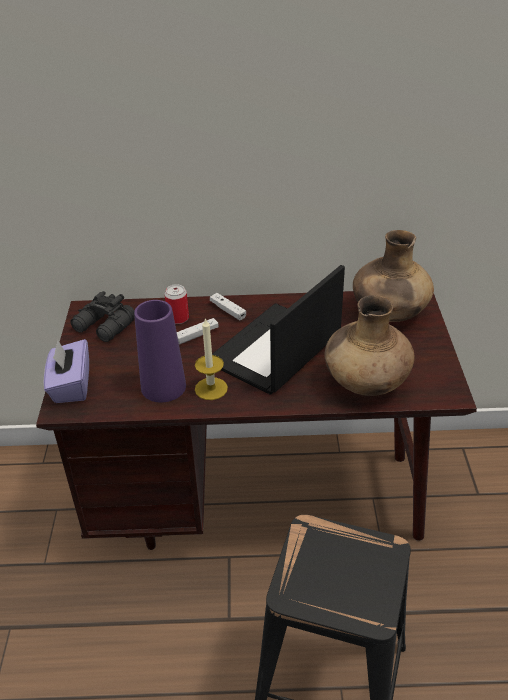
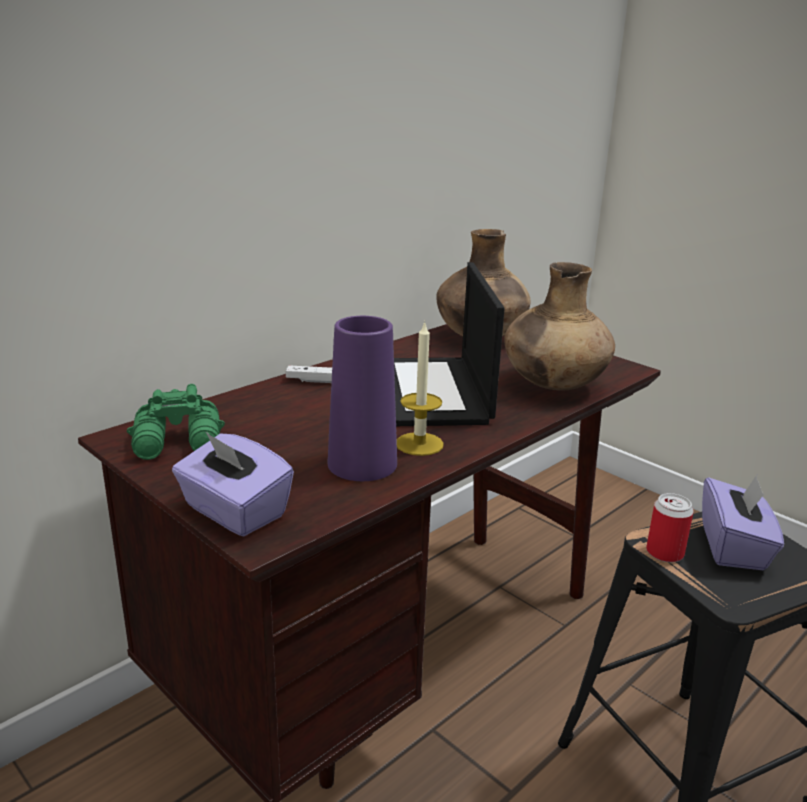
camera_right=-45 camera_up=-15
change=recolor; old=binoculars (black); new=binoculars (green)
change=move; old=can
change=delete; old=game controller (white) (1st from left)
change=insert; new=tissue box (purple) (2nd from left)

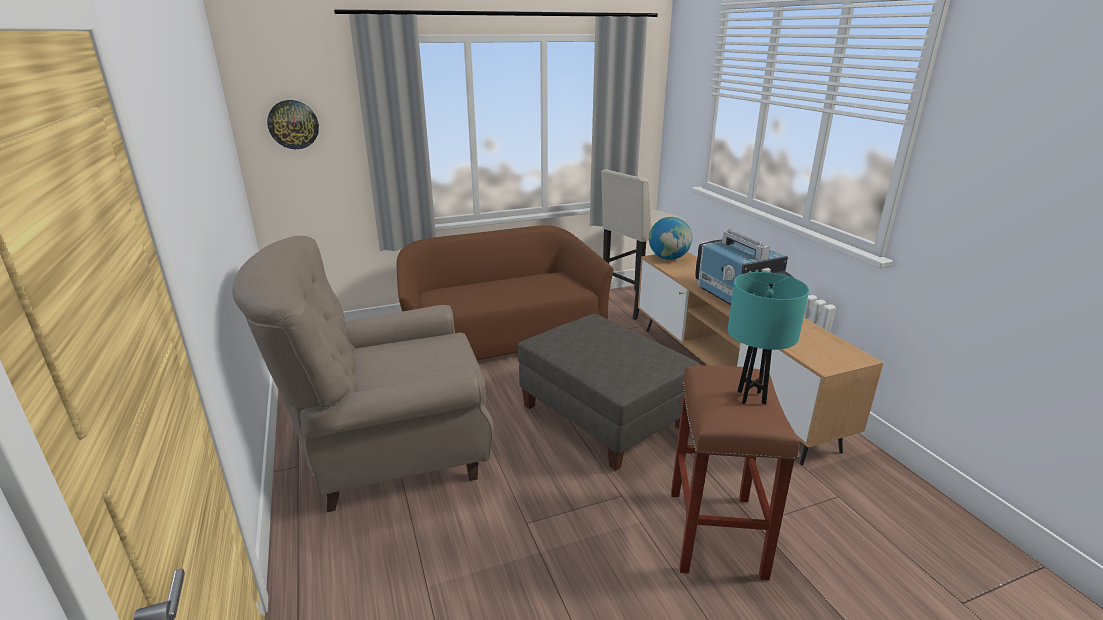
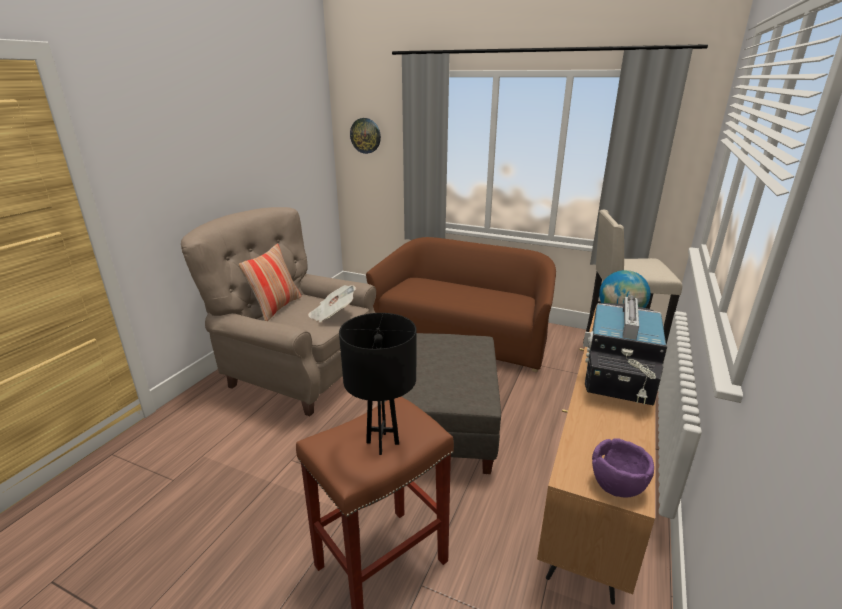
camera_right=45 camera_up=0
change=recolor; old=table lamp (turquoise); new=table lamp (black)
change=insert; new=pillow
change=insert; new=newspaper
change=insert; new=bowl (purple)

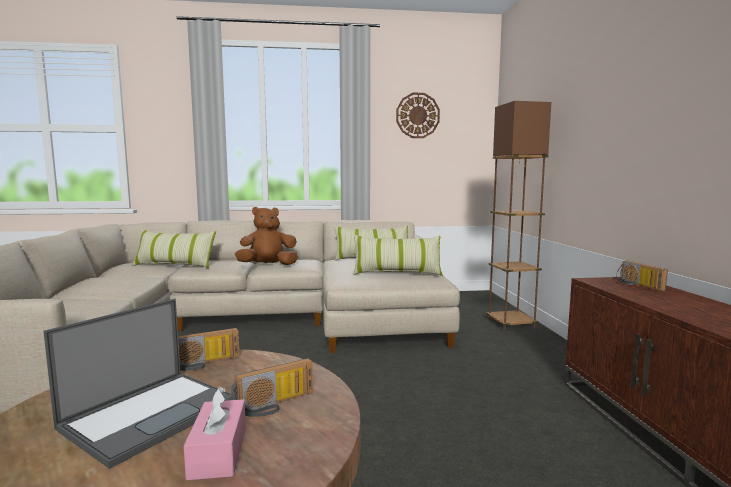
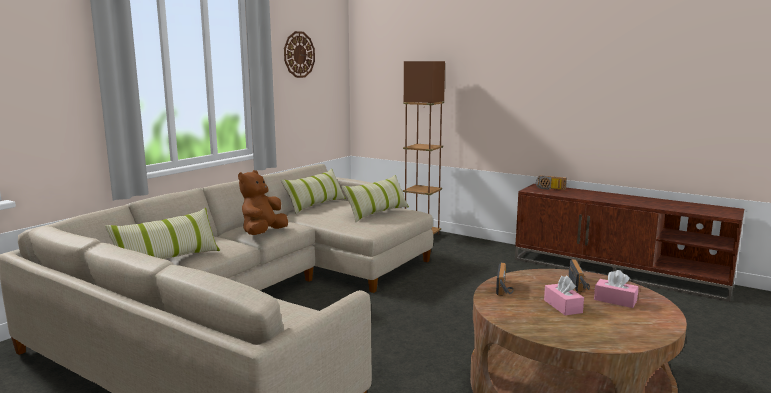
camera_right=-50 camera_up=5
change=replace; old=laptop; new=tissue box (pink) (1st from left)

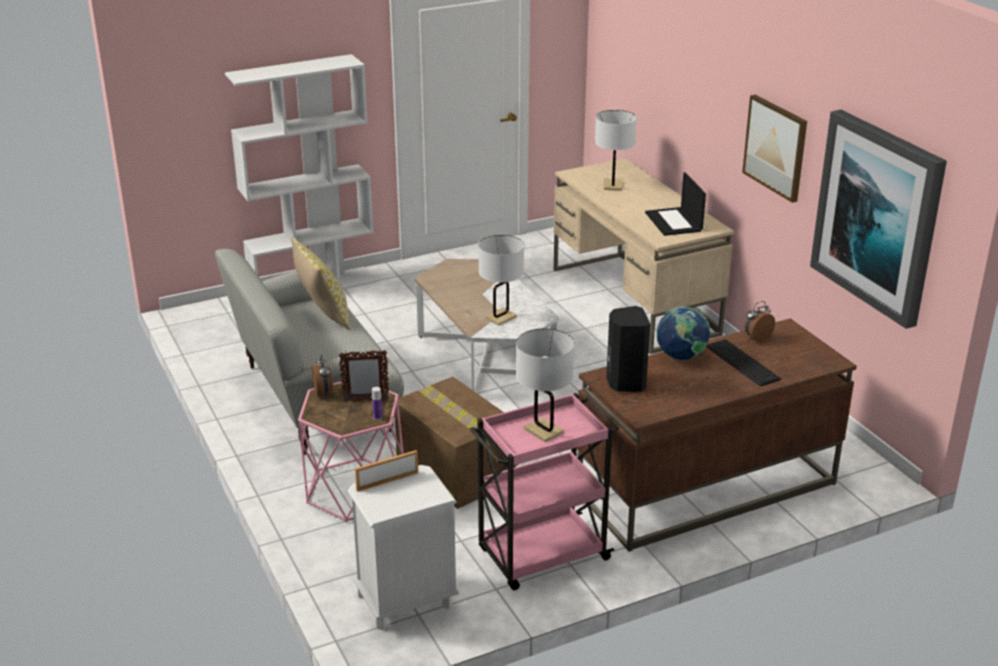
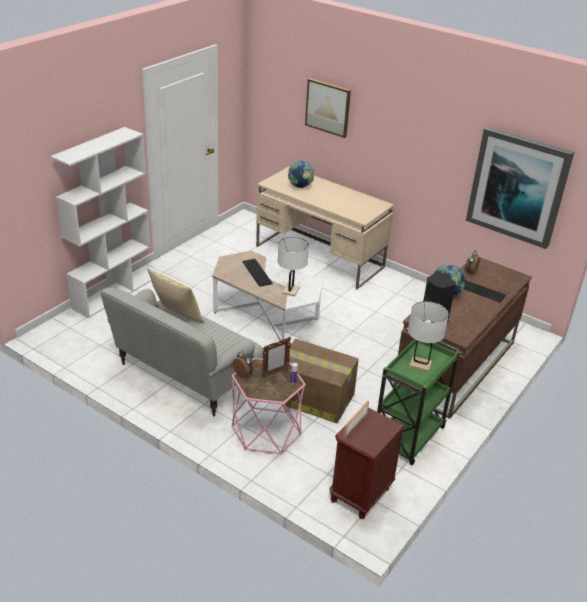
camera_right=-30 camera_up=5
change=recolor; old=nightstand (white); new=nightstand (brown)
change=recolor; old=cart (pink); new=cart (green)
change=replace; old=table lamp (white) (3rd from left); new=globe (1st from left)
change=delete; old=laptop
change=move; old=picture (1st from left)
change=insert; new=keyboard (1st from left)

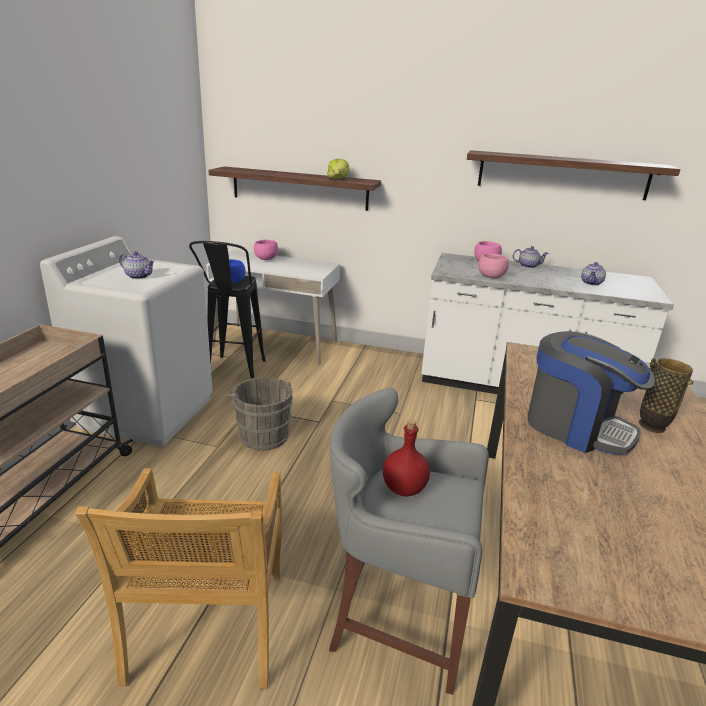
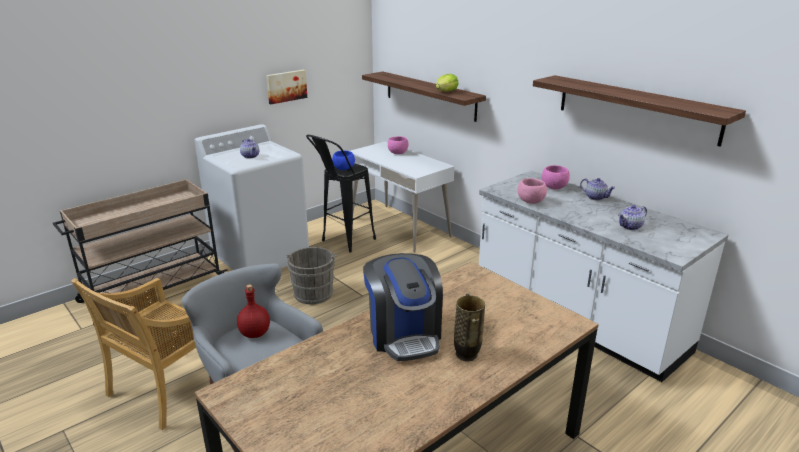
camera_right=35 camera_up=0
change=insert; new=picture

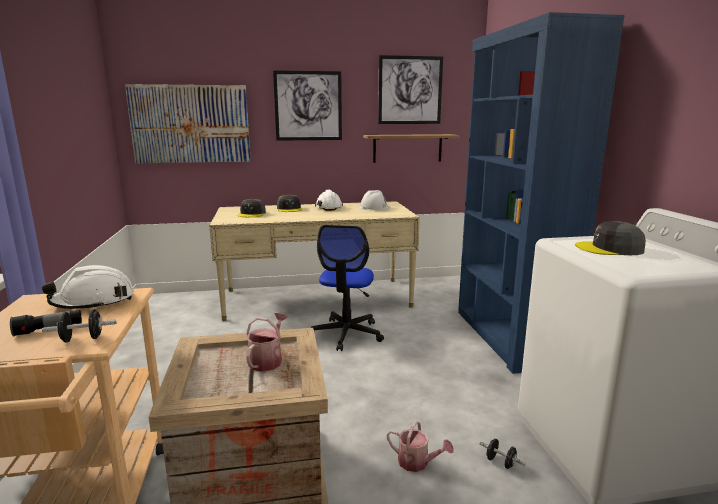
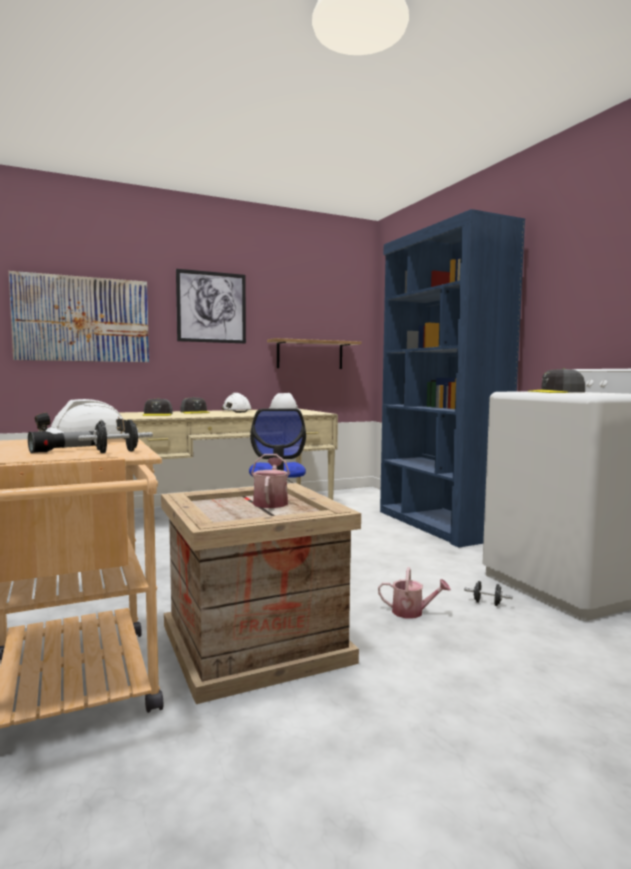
camera_right=-15 camera_up=-10
change=delete; old=picture (3rd from left)

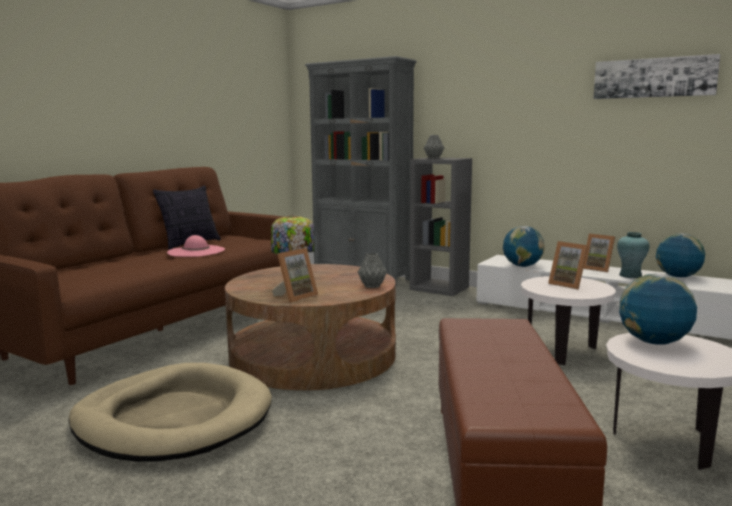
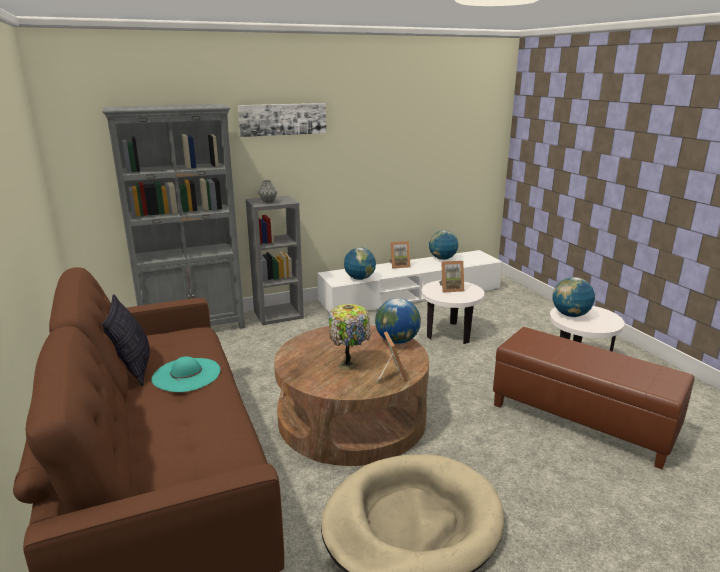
camera_right=-55 camera_up=10
change=recolor; old=hat (pink); new=hat (turquoise)
change=replace; old=vase (grey) (1st from left); new=globe (2nd from left)
change=move; old=picture
change=delete; old=vase (turquoise)

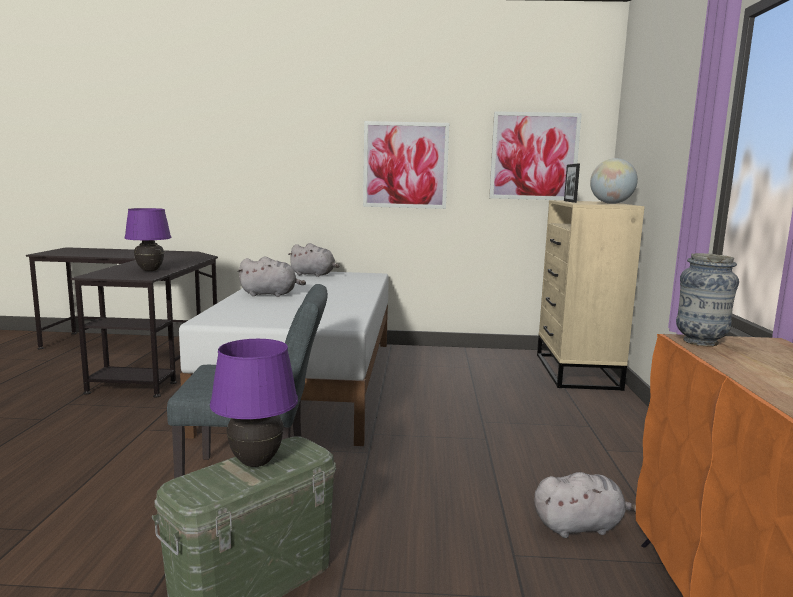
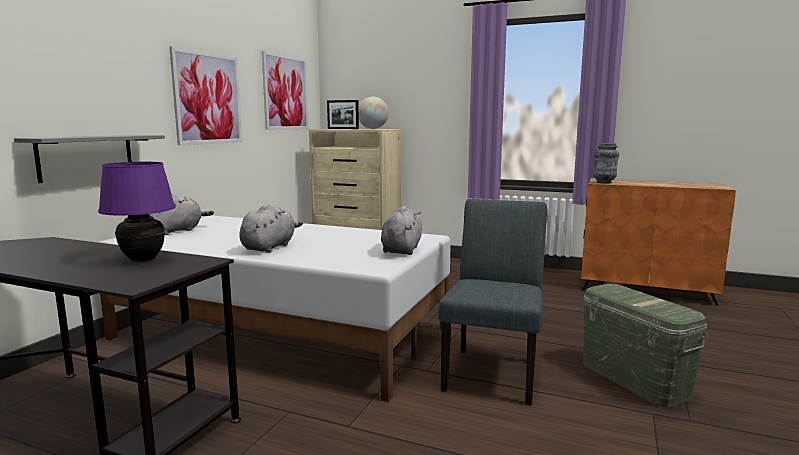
camera_right=-70 camera_up=0
change=delete; old=table lamp (purple) (2nd from left)
change=move; old=plush toy (grey) (3rd from left)
change=insert; new=shelf (grey)

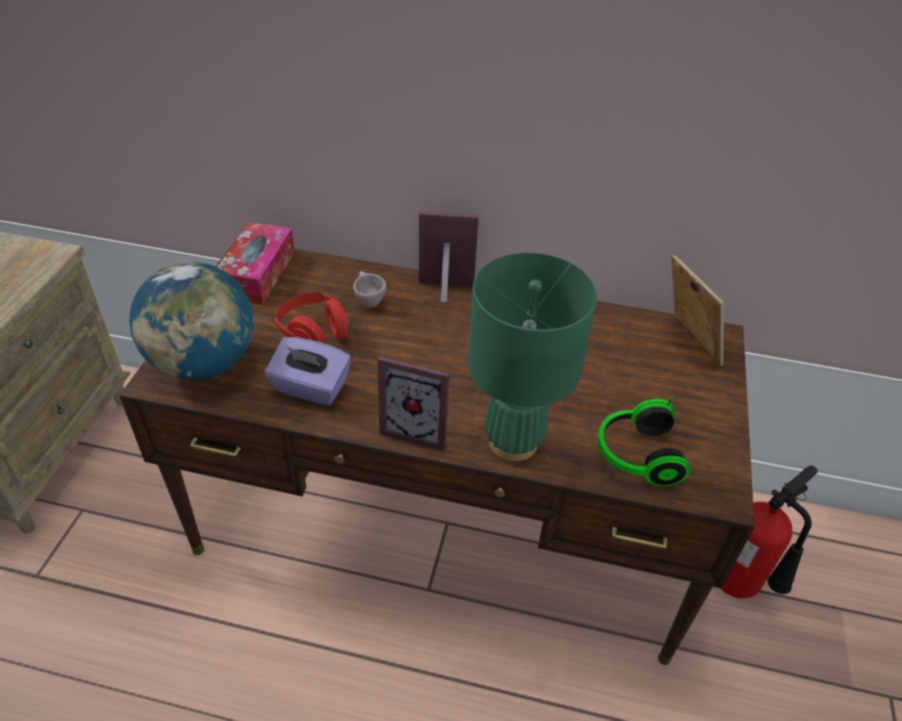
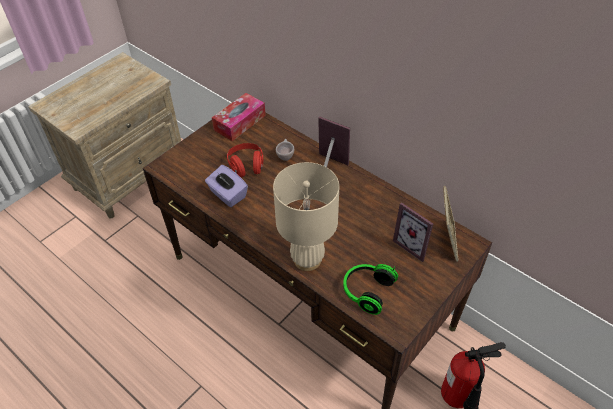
camera_right=30 camera_up=5
change=delete; old=globe
change=move; old=picture frame (1st from left in the first image); new=picture frame (2nd from left)
change=recolor; old=table lamp (green); new=table lamp (beige)

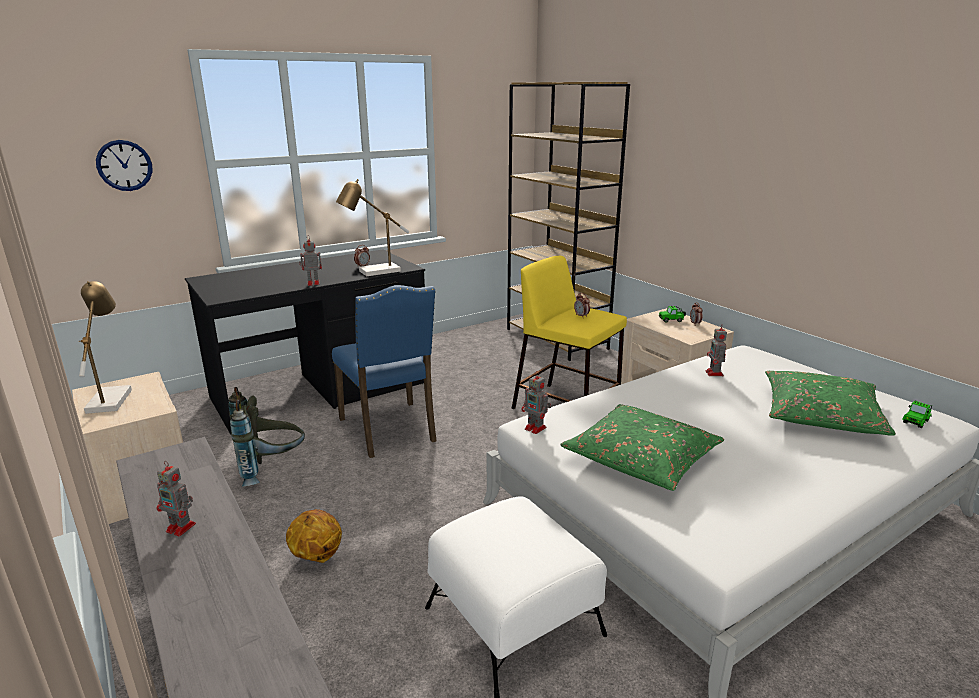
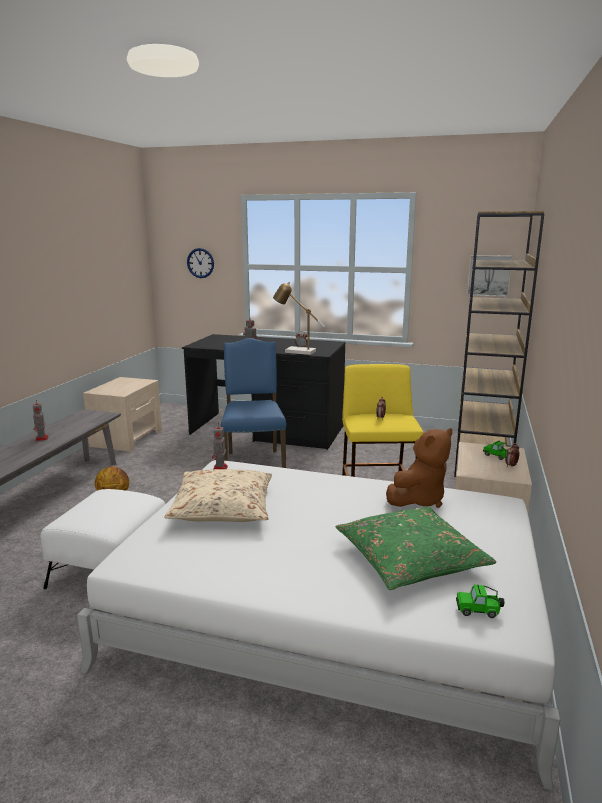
camera_right=50 camera_up=-5
change=delete; old=table lamp (1st from left)
change=delete; old=backpack (grey)
change=rotate; old=chair (blue); degrees=150
change=recolor; old=pillow (green) (1st from left); new=pillow (beige)
change=replace; old=toy robot (4th from left); new=plush toy (brown)
change=insert; new=picture

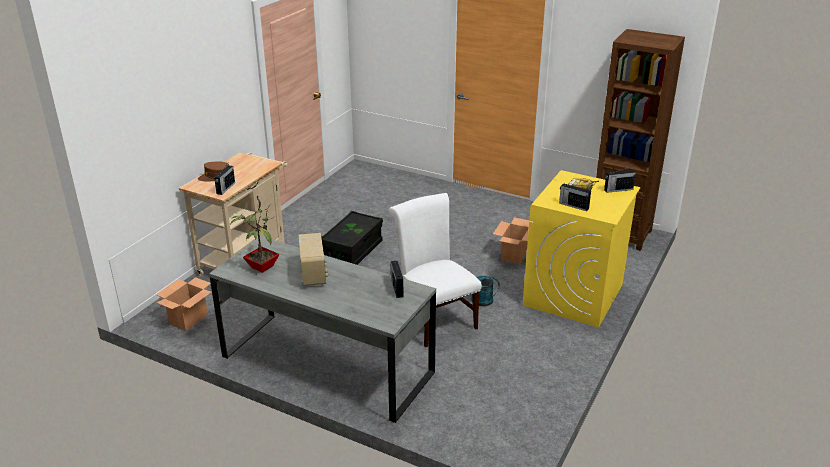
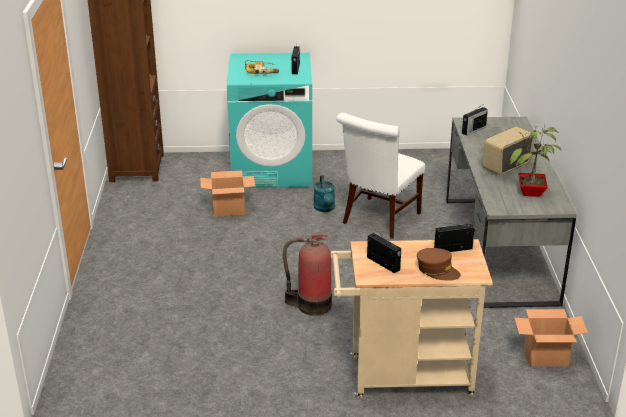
camera_right=-120 camera_up=0
change=replace; old=storage box (black); new=fire extinguisher
change=recolor; old=washing machine (yellow); new=washing machine (turquoise)
change=move; old=radio (5th from left in the first image); new=radio (2nd from left)

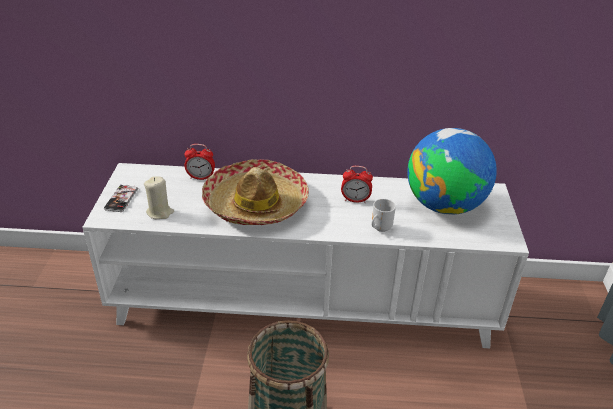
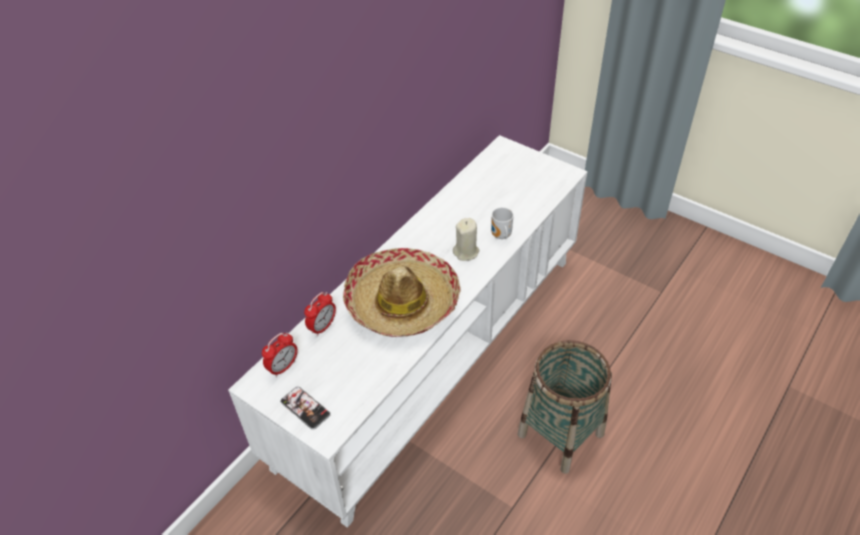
camera_right=-55 camera_up=10
change=move; old=candle (beige)
change=move; old=alarm clock (2nd from left in the first image); new=alarm clock (1st from left)
change=delete; old=globe

